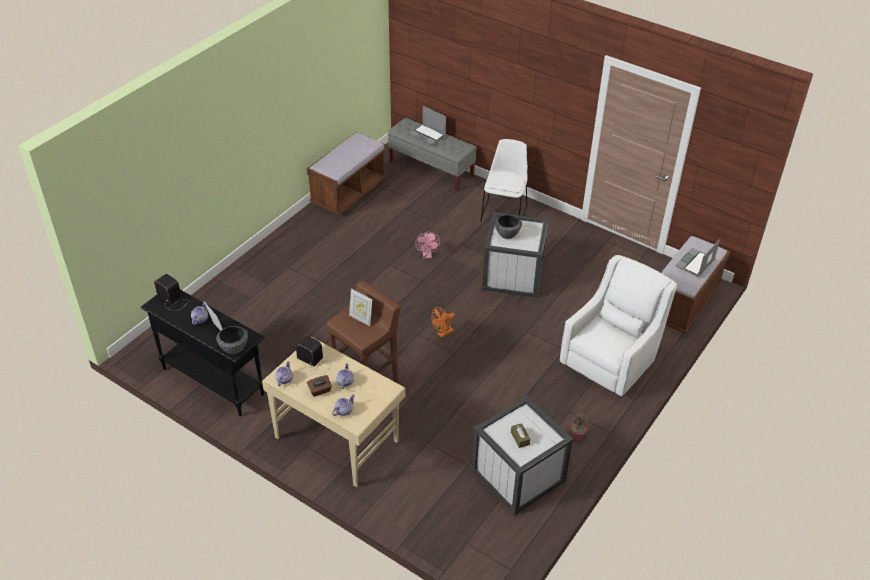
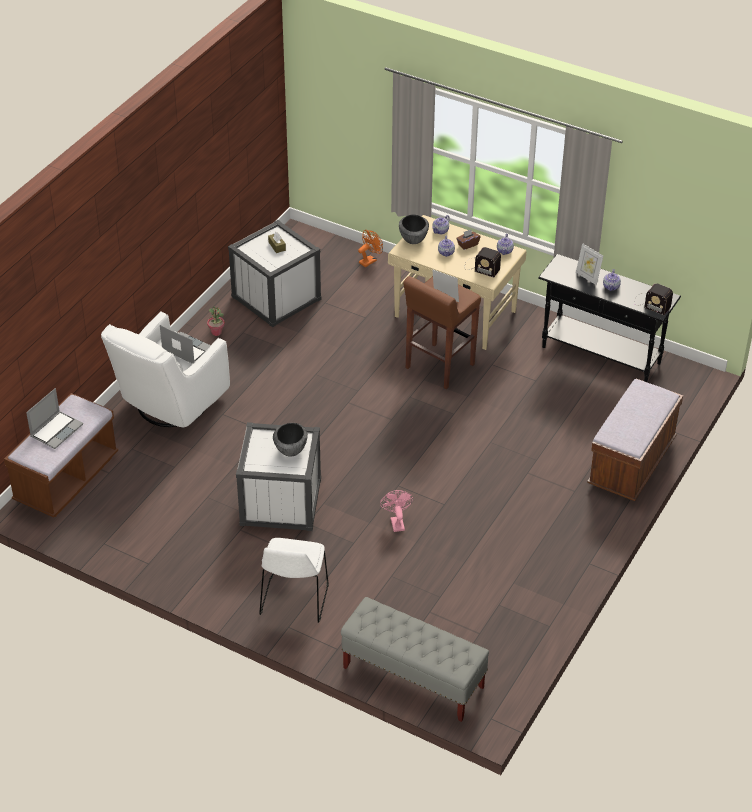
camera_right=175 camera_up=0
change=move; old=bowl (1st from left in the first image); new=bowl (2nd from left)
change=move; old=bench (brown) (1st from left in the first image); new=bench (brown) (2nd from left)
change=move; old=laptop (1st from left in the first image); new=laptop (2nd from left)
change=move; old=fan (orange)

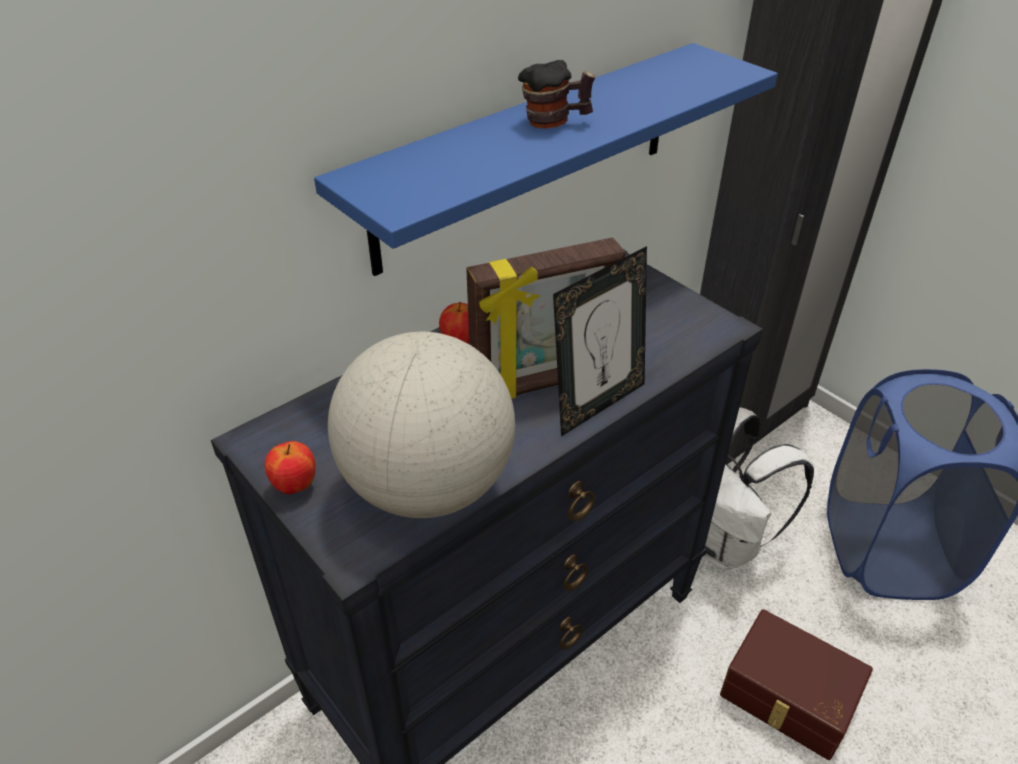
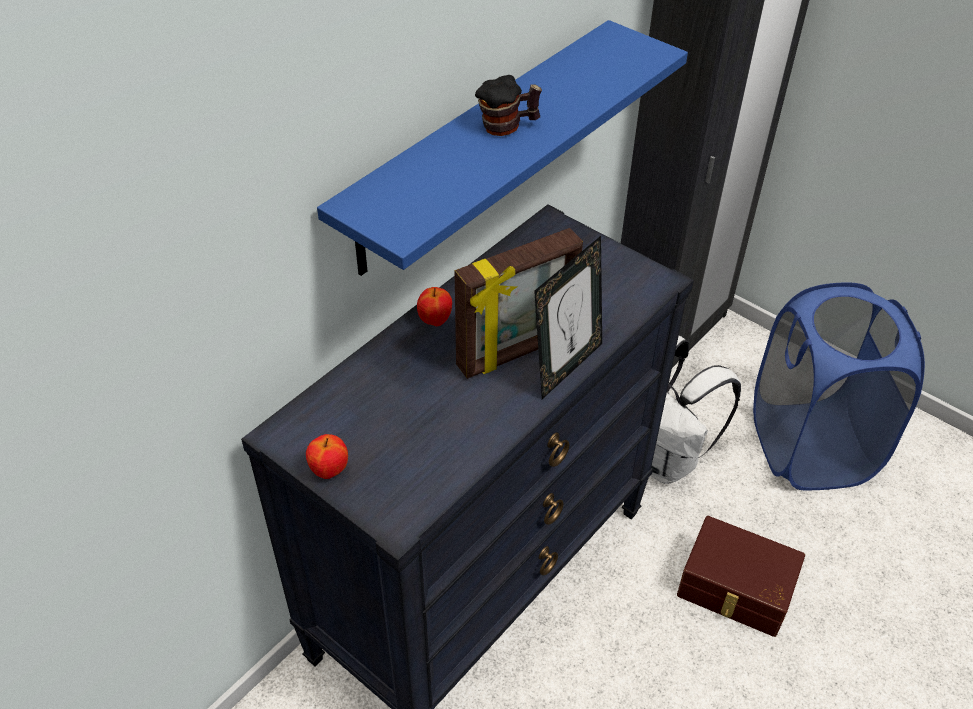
camera_right=-10 camera_up=5
change=delete; old=globe

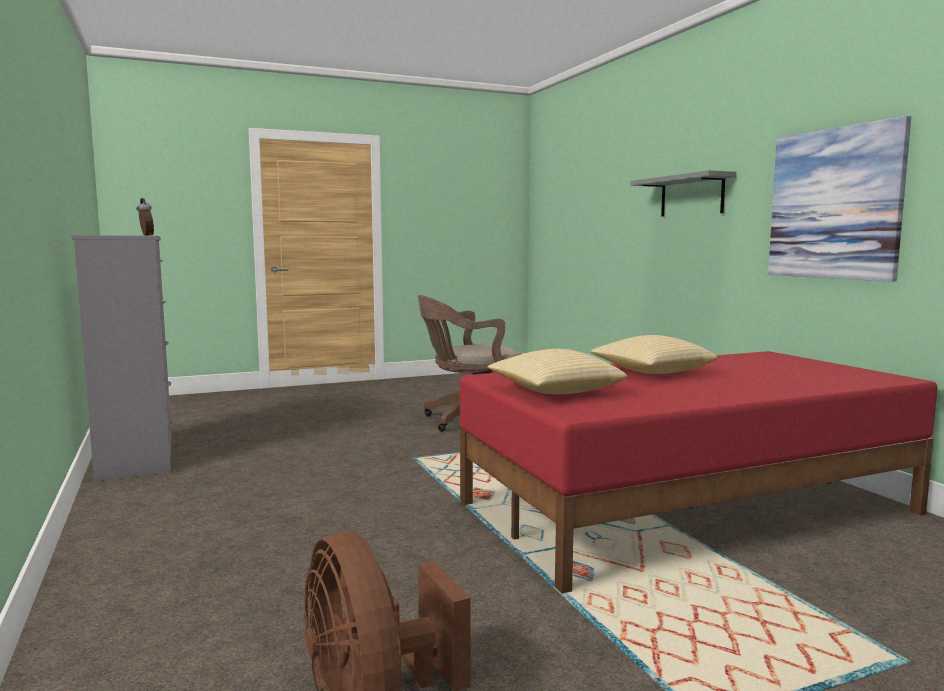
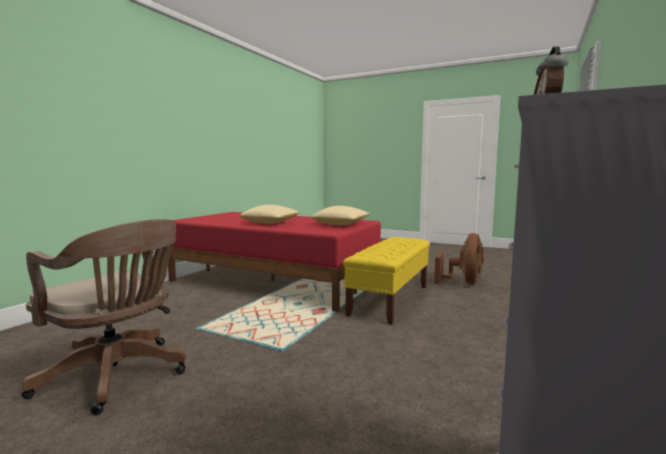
camera_right=-130 camera_up=0
change=delete; old=shelf (grey)
change=delete; old=picture
change=insert; new=bench (yellow)

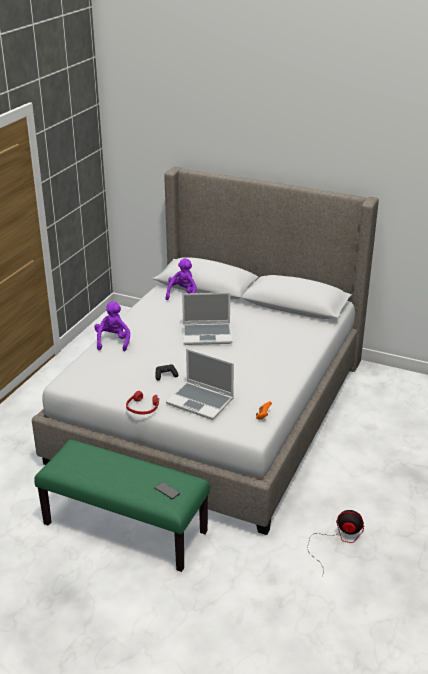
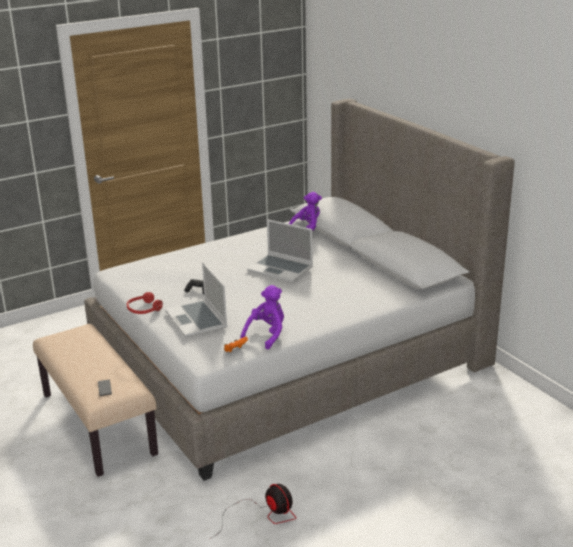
camera_right=35 camera_up=-5
change=recolor; old=bench (green); new=bench (beige)
change=move; old=plush toy (purple) (1st from left)

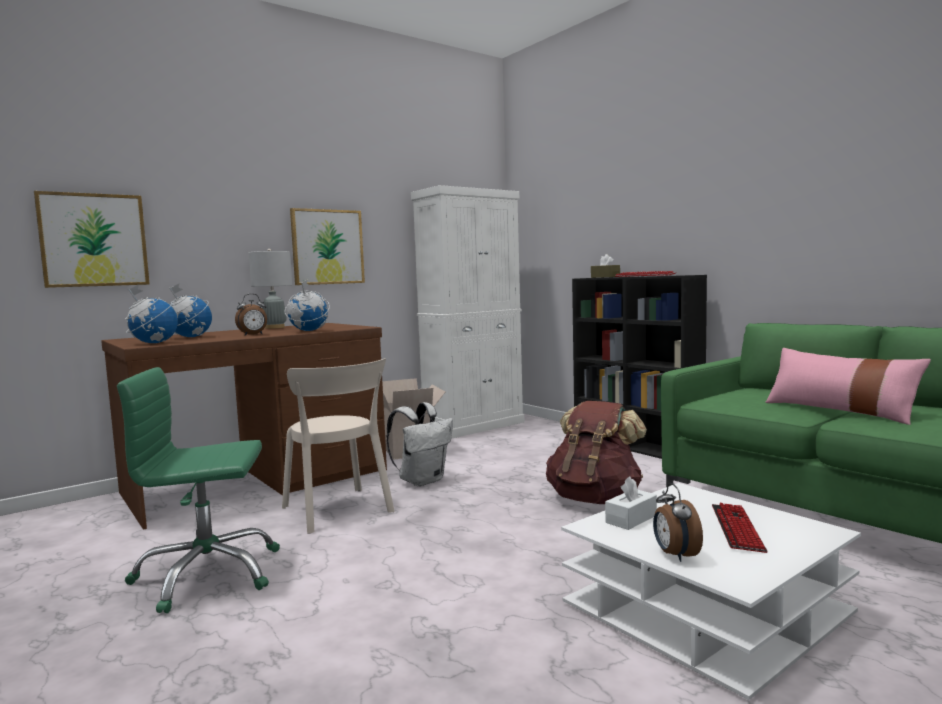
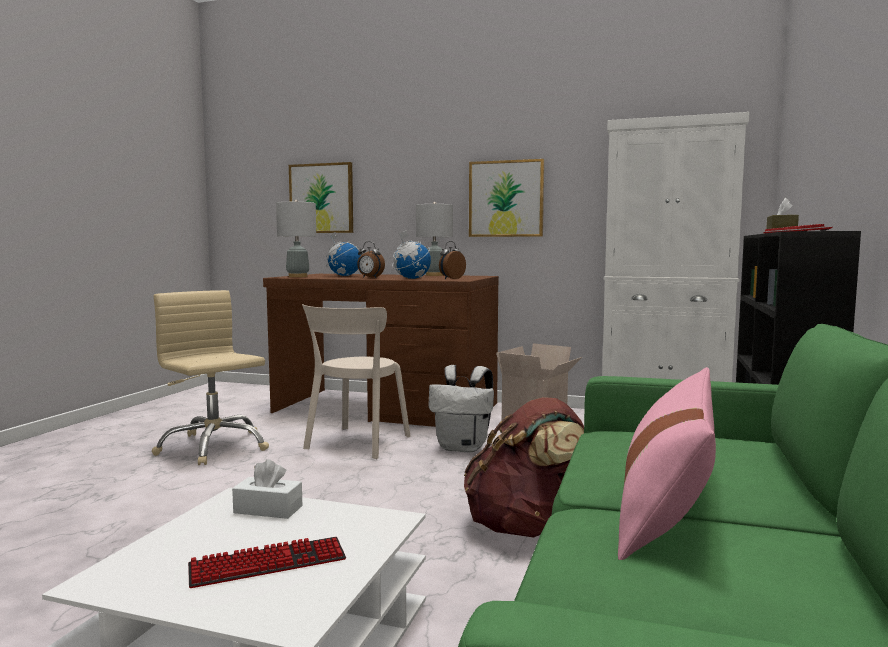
camera_right=55 camera_up=0
change=recolor; old=office chair (green); new=office chair (beige)
change=replace; old=globe (1st from left); new=table lamp (grey) (1st from left)
change=move; old=alarm clock (2nd from left)

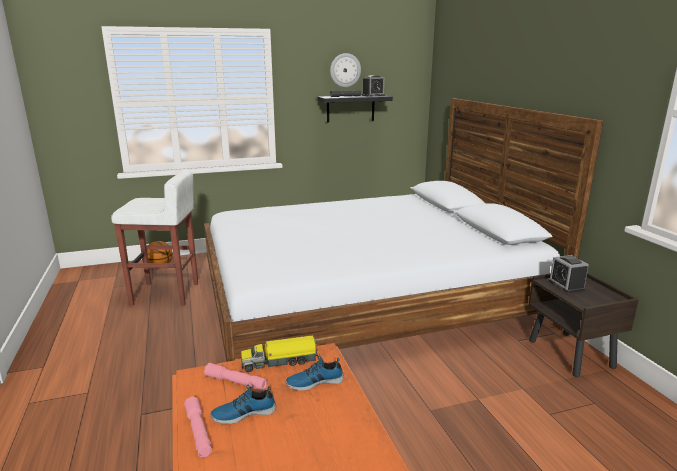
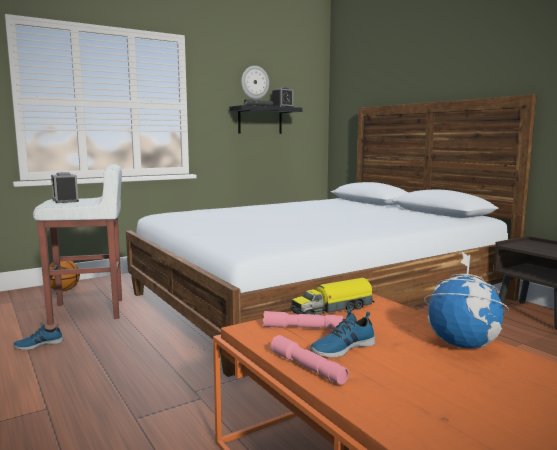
camera_right=-15 camera_up=-10
change=move; old=shoe (2nd from left in the first image); new=shoe (1st from left)
change=move; old=alarm clock (2nd from left in the first image); new=alarm clock (1st from left)
change=insert; new=globe

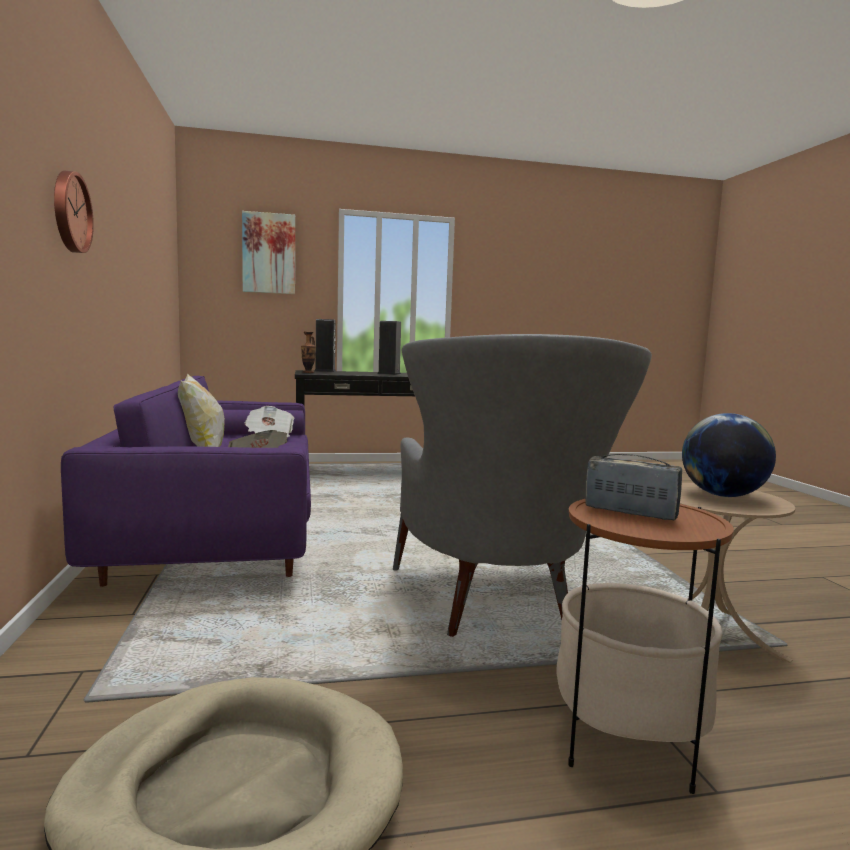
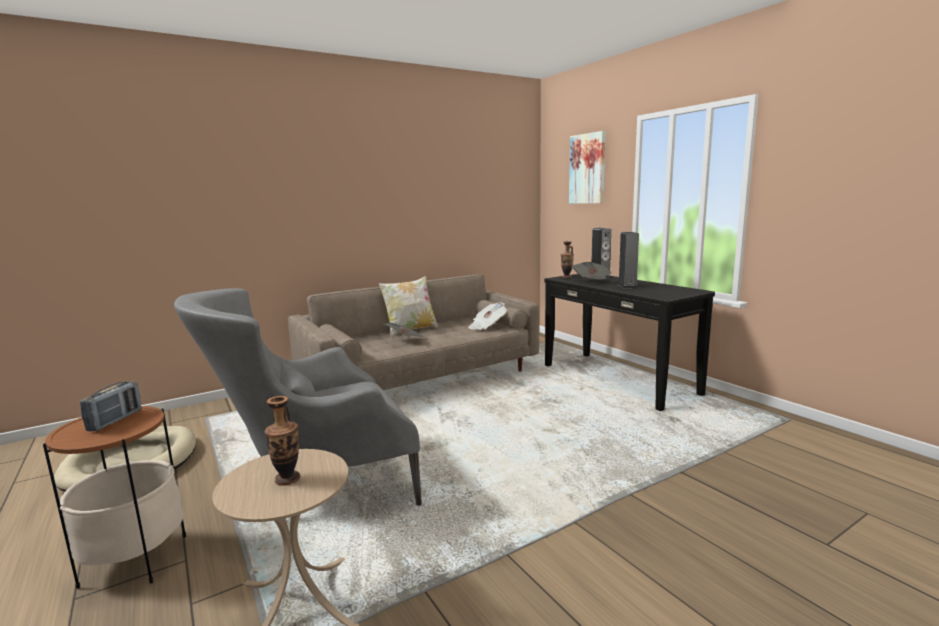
camera_right=70 camera_up=5
change=delete; old=wall clock
change=recolor; old=sofa (purple); new=sofa (beige)
change=replace; old=globe; new=vase (1st from left)
change=insert; new=newspaper (3rd from left)

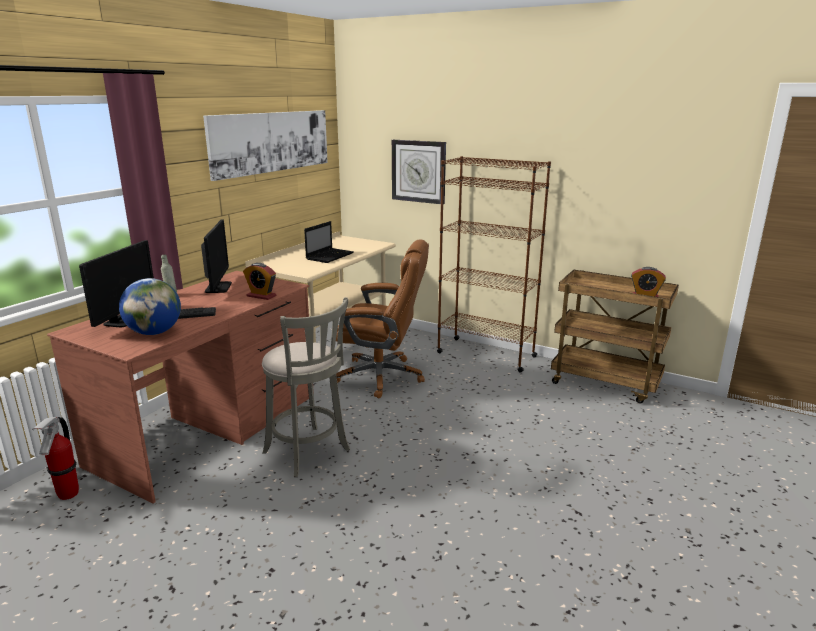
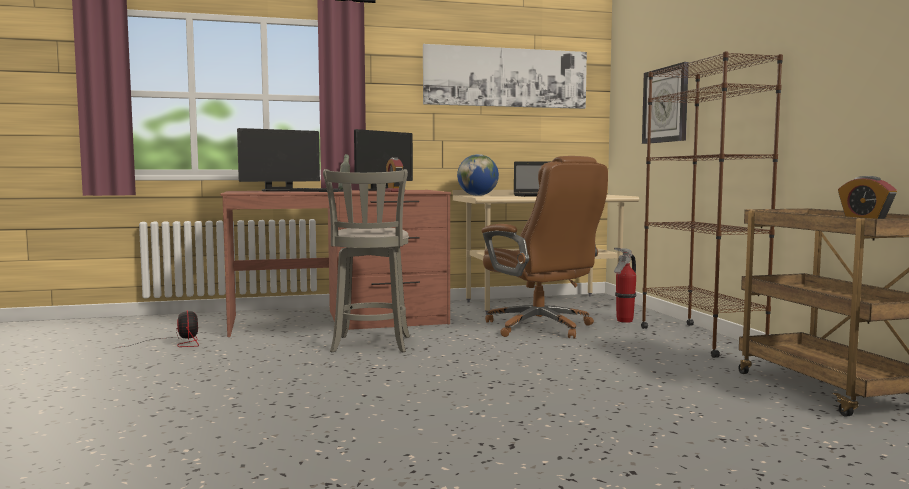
camera_right=45 camera_up=-15
change=move; old=fire extinguisher
change=move; old=globe
change=insert; new=fan

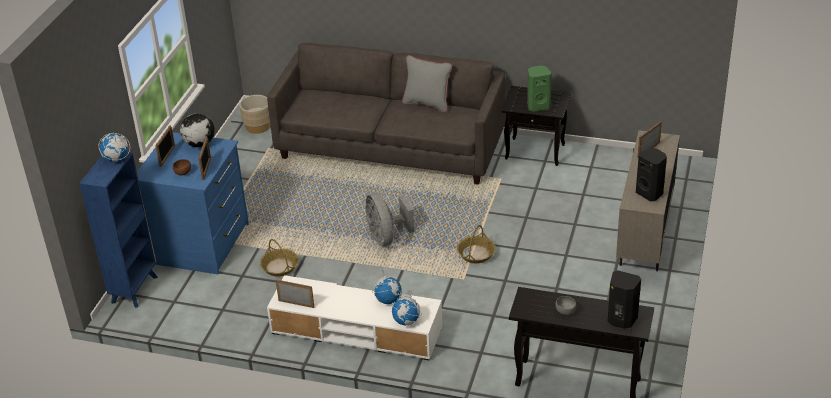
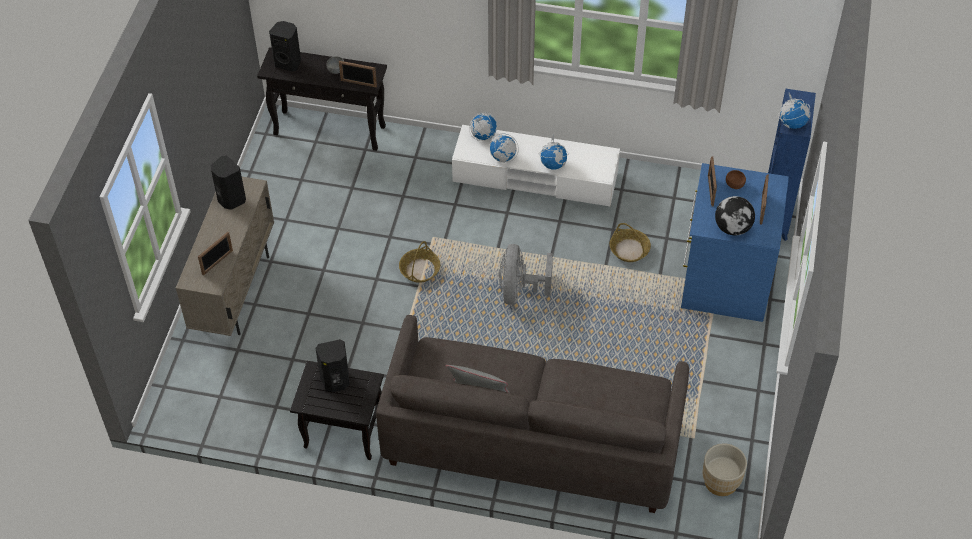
camera_right=175 camera_up=15
change=move; old=picture frame (3rd from left in the first image); new=picture frame (2nd from left)
change=rotate; old=fan (grey); degrees=-150
change=recolor; old=speaker (green); new=speaker (black) (3rd from left)
change=insert; new=globe (3rd from left)

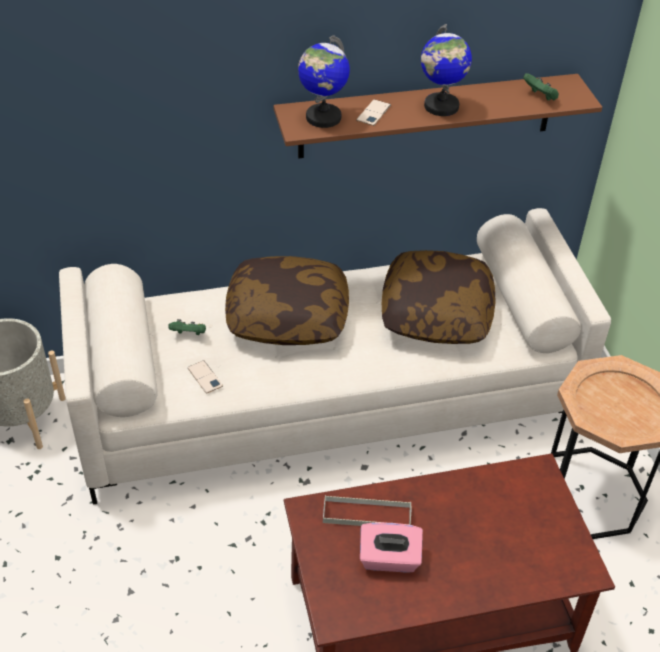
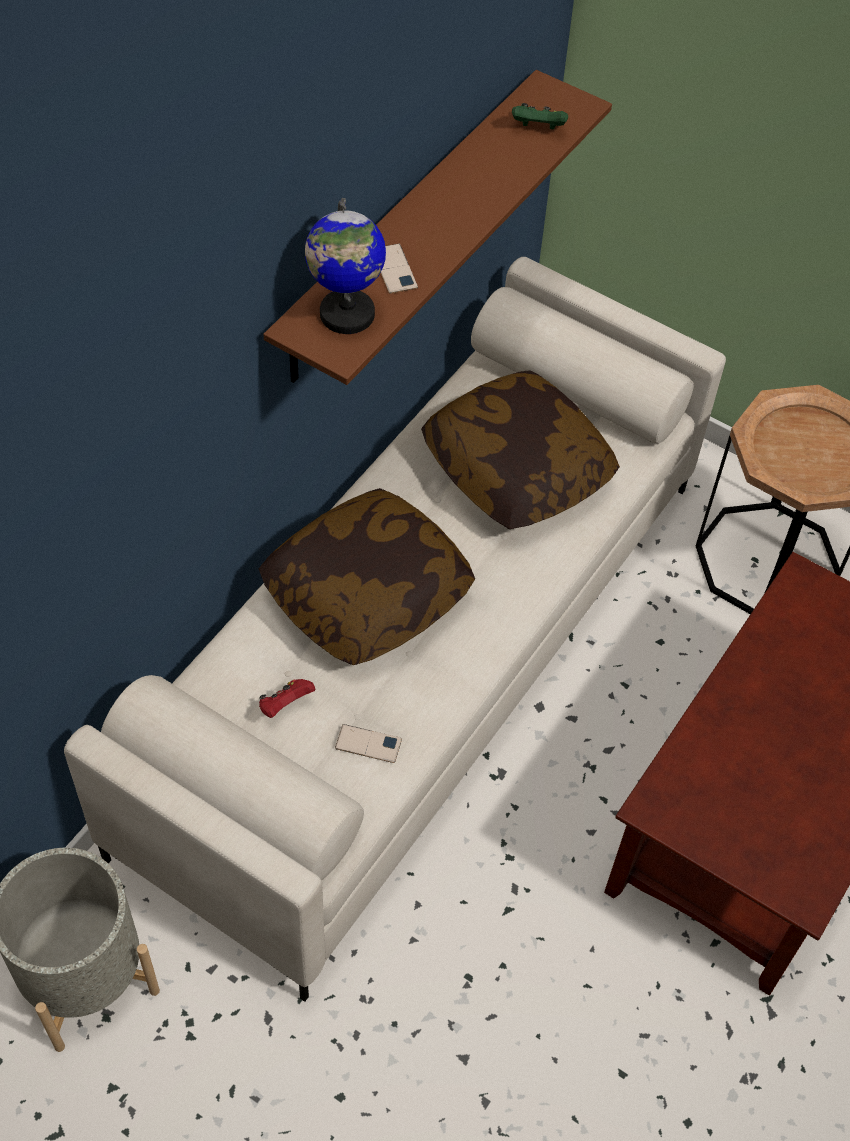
camera_right=-45 camera_up=10
change=recolor; old=game controller (green) (1st from left); new=game controller (red)
change=delete; old=tray (grey)
change=delete; old=tissue box (pink)
change=delete; old=globe (2nd from left)

